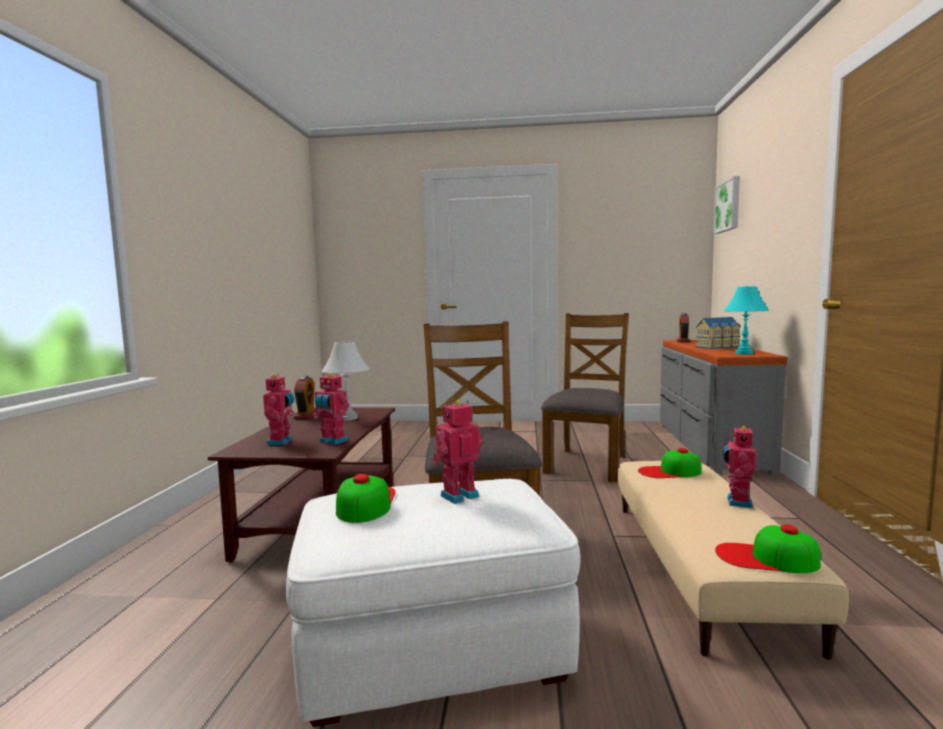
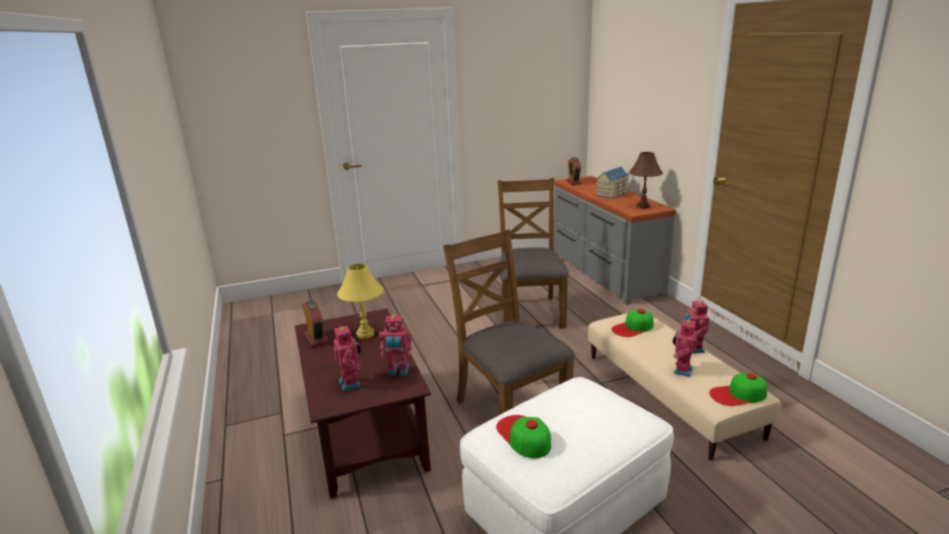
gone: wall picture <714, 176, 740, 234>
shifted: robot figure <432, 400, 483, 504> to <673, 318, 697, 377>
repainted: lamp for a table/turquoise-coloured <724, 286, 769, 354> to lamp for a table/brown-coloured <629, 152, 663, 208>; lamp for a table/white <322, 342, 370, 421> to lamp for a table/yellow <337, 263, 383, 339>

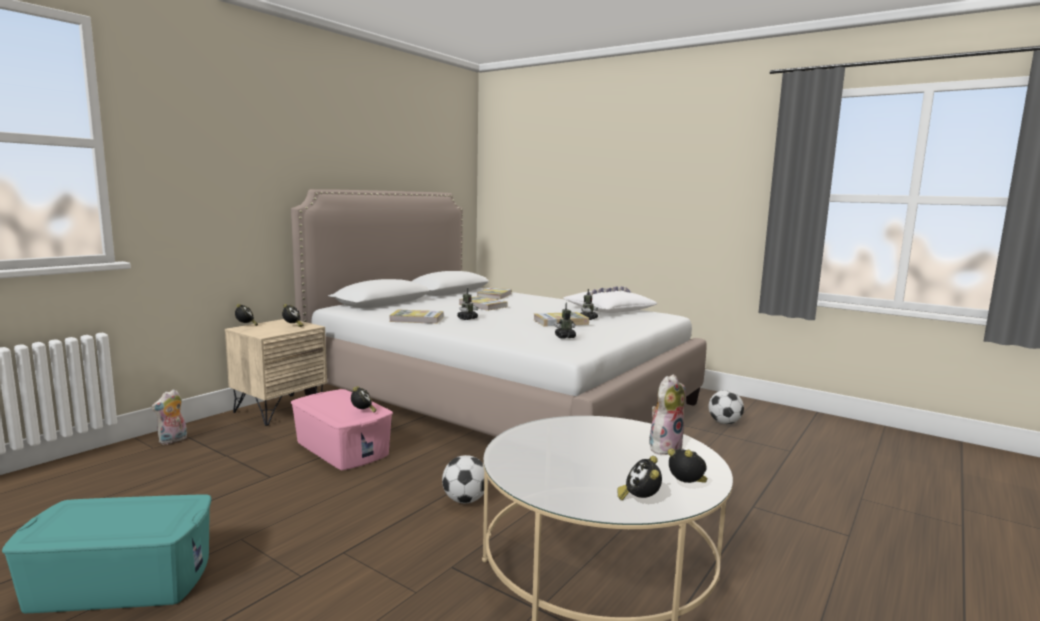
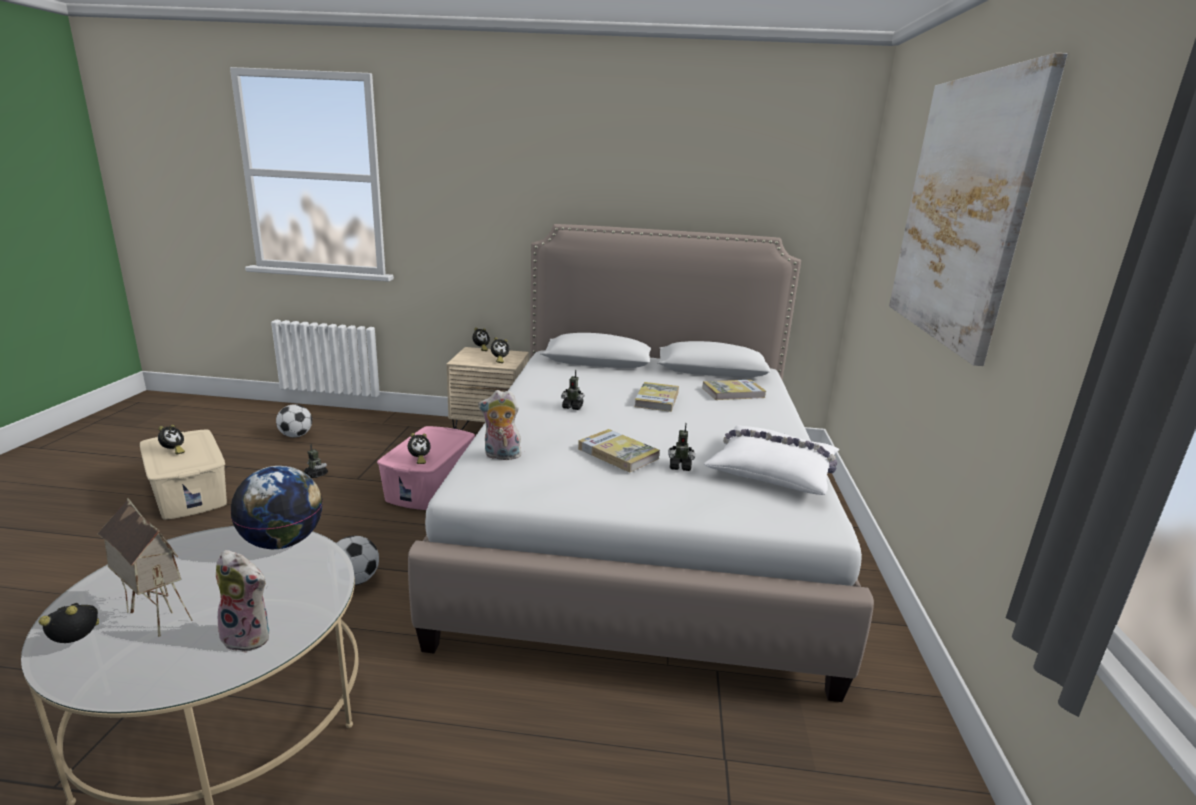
gone: bound book <389, 310, 443, 324>
new: wall picture <889, 53, 1068, 366>; desk globe <231, 466, 323, 549>; miniature house <98, 498, 193, 637>
shifted: robot figure <554, 303, 576, 339> to <304, 444, 328, 478>; soft toy <151, 389, 187, 445> to <478, 390, 523, 460>; football ball <708, 390, 744, 424> to <276, 404, 312, 437>; table clock <668, 448, 707, 483> to <158, 425, 185, 454>
repainted: storage bin/turquoise-coloured <2, 495, 211, 613> to storage bin/beige-coloured <140, 429, 227, 520>

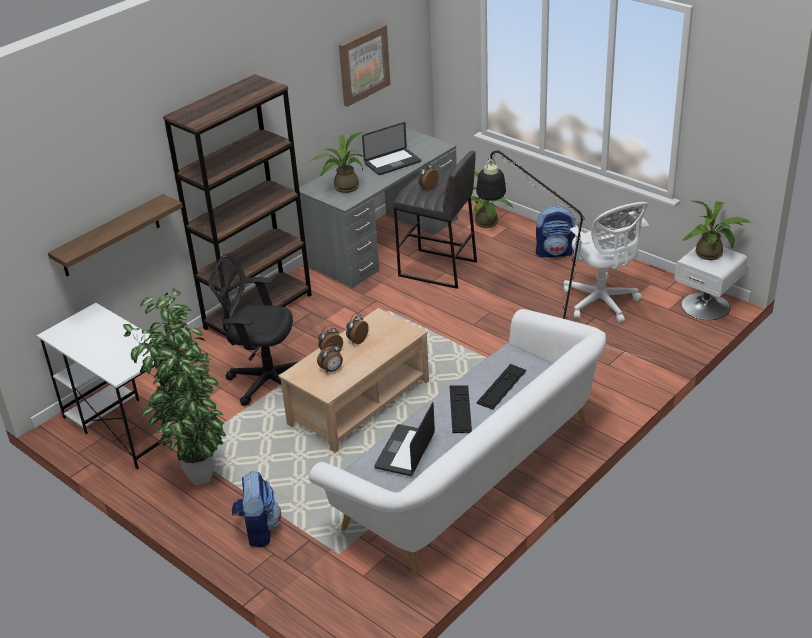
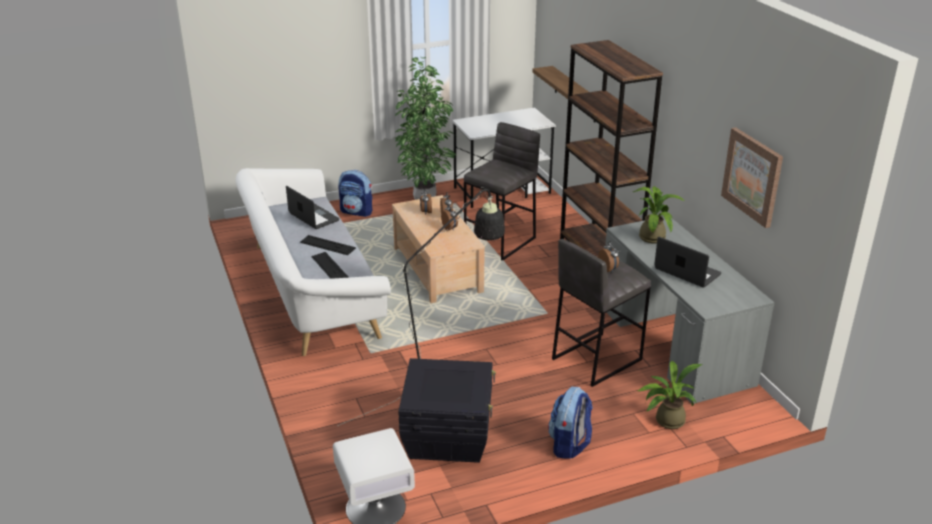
gone: potted plant <683, 201, 751, 260>
swapped: desk chair/white <563, 202, 649, 323> to storage bin/black-coloured <398, 358, 496, 463>; desk chair/black-coloured <208, 254, 299, 406> to sitting stool/grey <464, 122, 540, 261>
rotated: notebook computer <362, 122, 421, 175> = <654, 237, 721, 288> 135 degrees clockwise

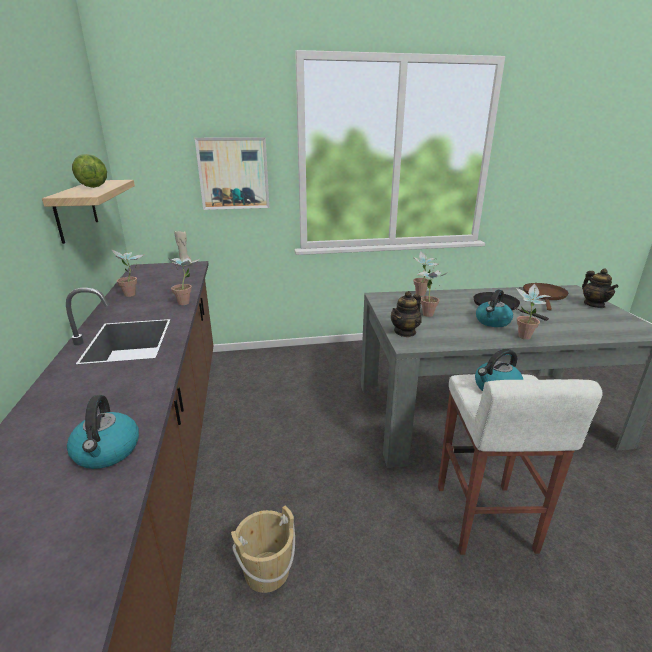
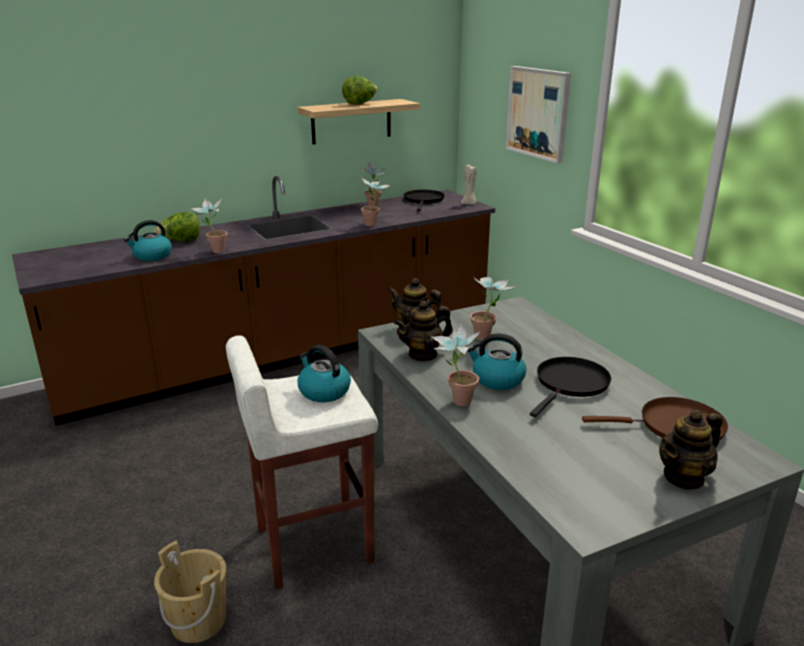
new: pan/black-coloured <404, 190, 445, 211>; head of lettuce <154, 212, 200, 242>; tea pot <394, 301, 453, 361>
shifted: potted plant <412, 251, 438, 296> to <190, 199, 228, 253>; bucket/beige-coloured <231, 506, 295, 593> to <154, 541, 226, 643>

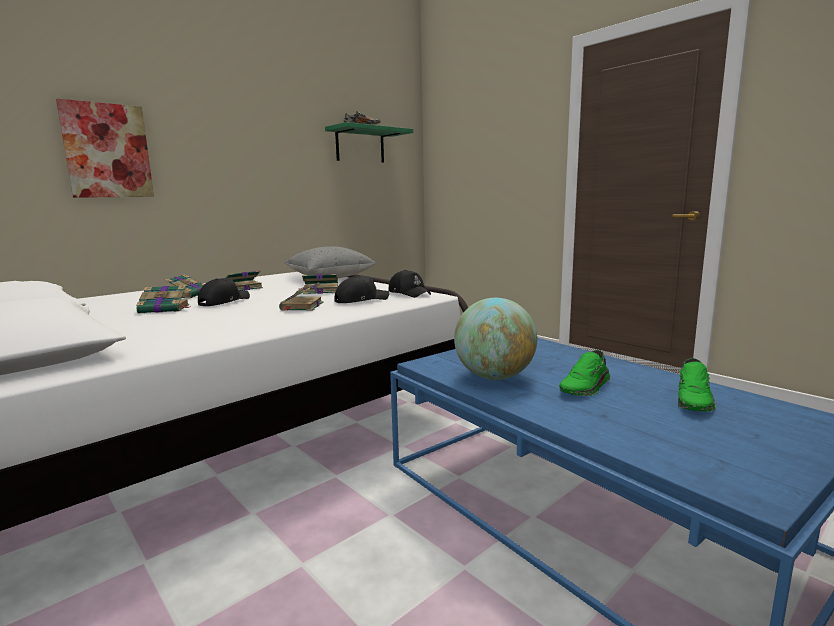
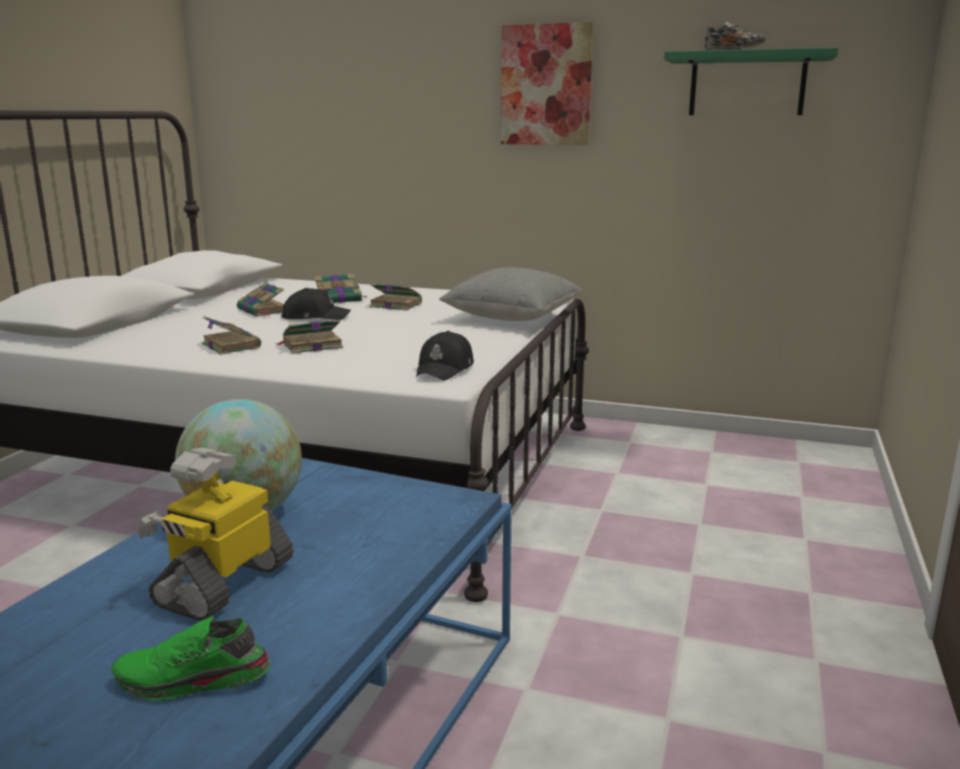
gone: cap/black-coloured <335, 276, 389, 303>
shifted: wall picture <56, 98, 154, 198> to <501, 22, 594, 145>; bound book <298, 274, 338, 294> to <202, 316, 261, 355>
swapped: item of footwear/greenish <559, 350, 610, 396> to robot figure <136, 448, 294, 621>

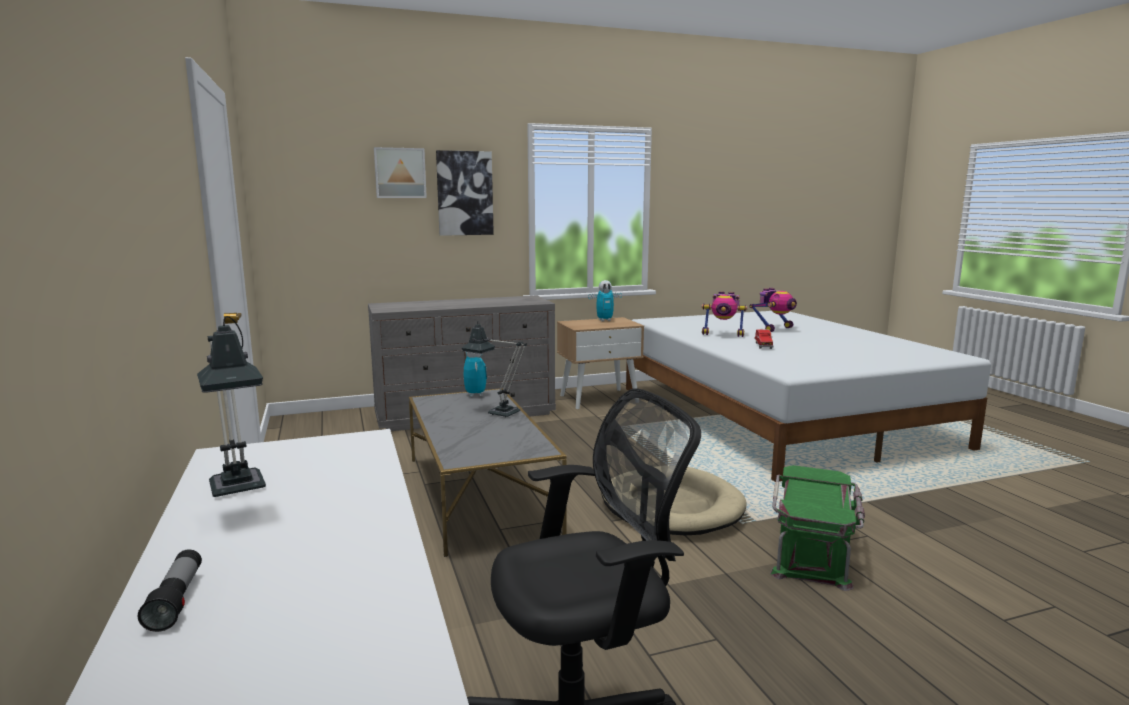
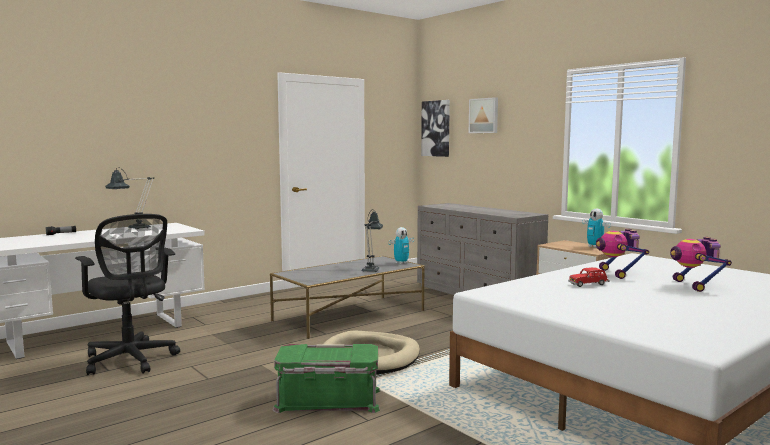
shifted: wall picture <436, 150, 494, 236> to <421, 100, 450, 157>
rotated: robot figure <749, 288, 797, 332> = <670, 237, 732, 292> 60 degrees clockwise

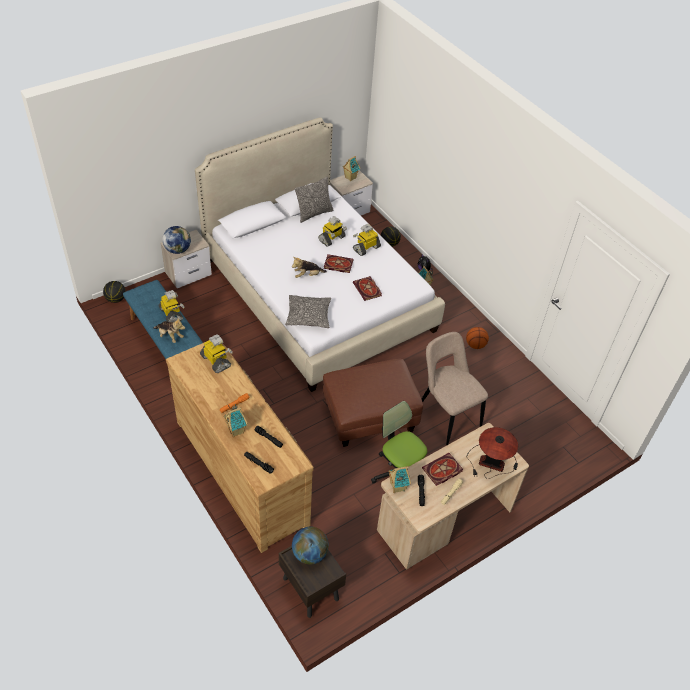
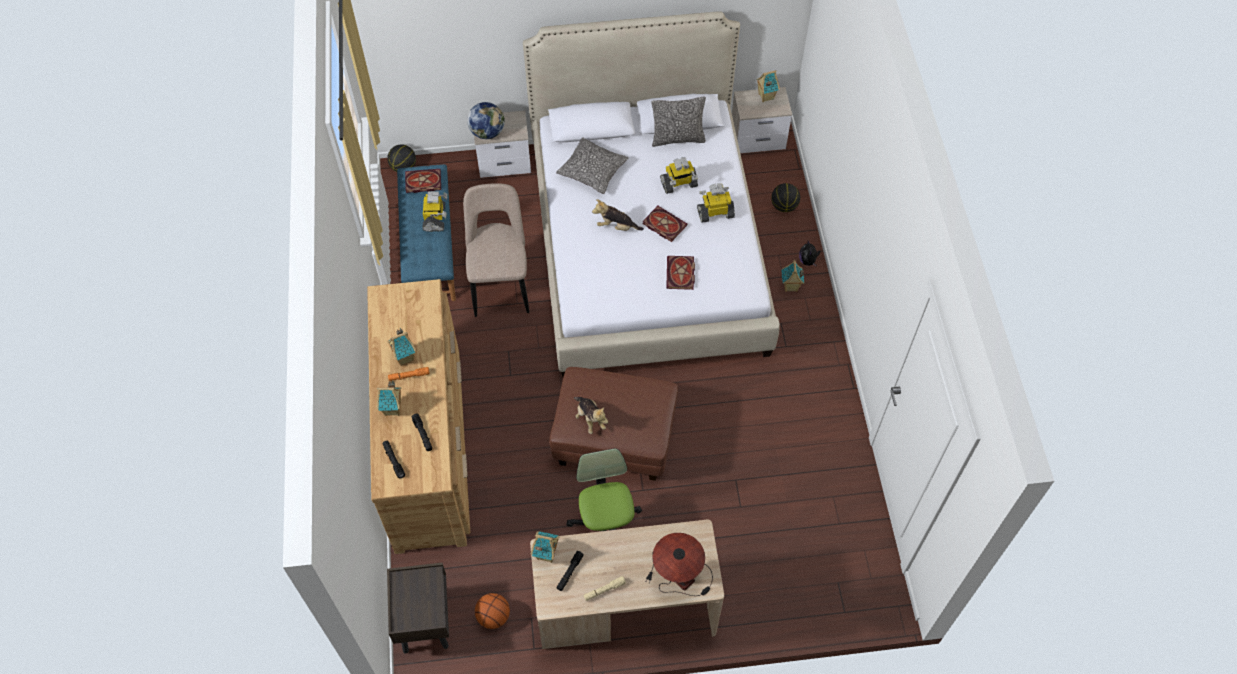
gone: robot figure <200, 334, 233, 373>; desk globe <292, 527, 329, 564>
new: miniature house <387, 328, 416, 366>
shifted: throw pillow <285, 295, 331, 328> to <556, 137, 629, 194>; soft toy <153, 318, 185, 343> to <574, 397, 608, 434>; ball for basketball <466, 327, 489, 349> to <475, 593, 510, 629>; upright chair/beige-coloured <422, 332, 488, 445> to <463, 183, 529, 317>; bound book <422, 453, 463, 486> to <405, 169, 441, 193>

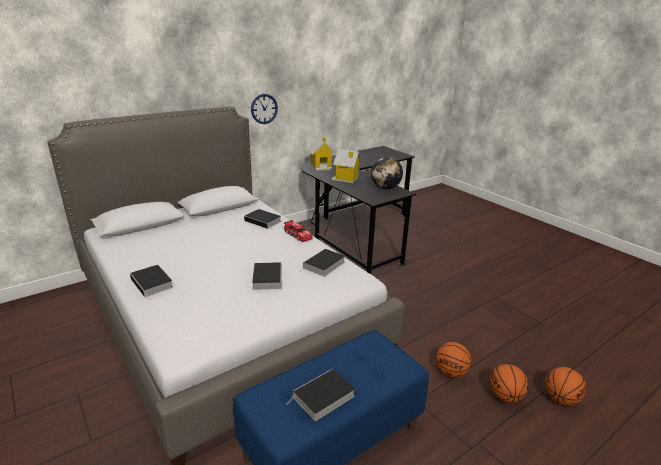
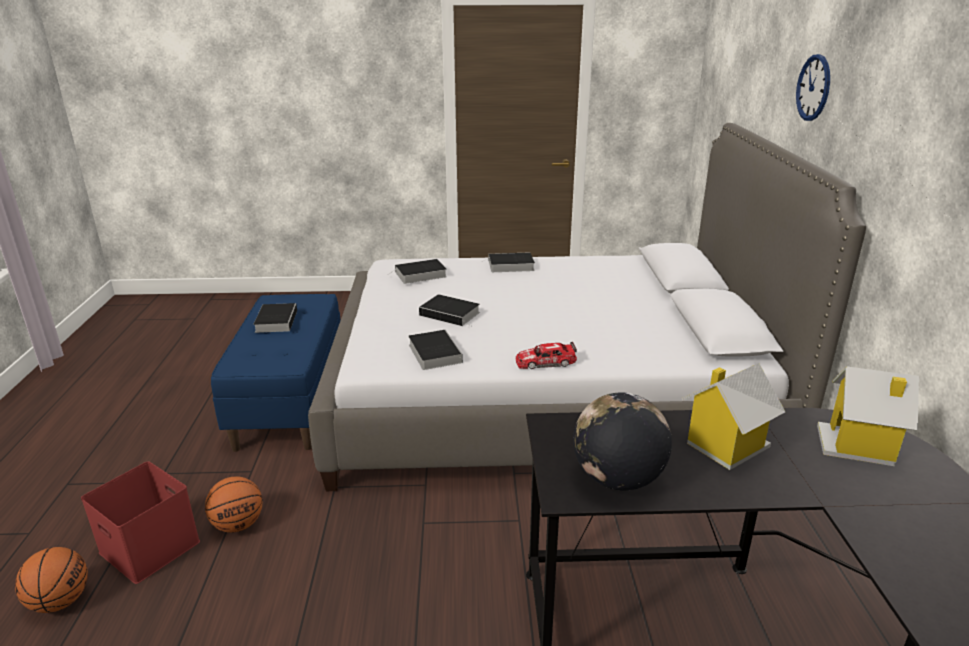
shifted: hanging clock <251, 94, 278, 124> to <796, 54, 830, 121>; bound book <244, 209, 281, 229> to <389, 259, 447, 284>
swapped: ball for basketball <489, 364, 529, 403> to storage bin/red-coloured <81, 461, 200, 584>

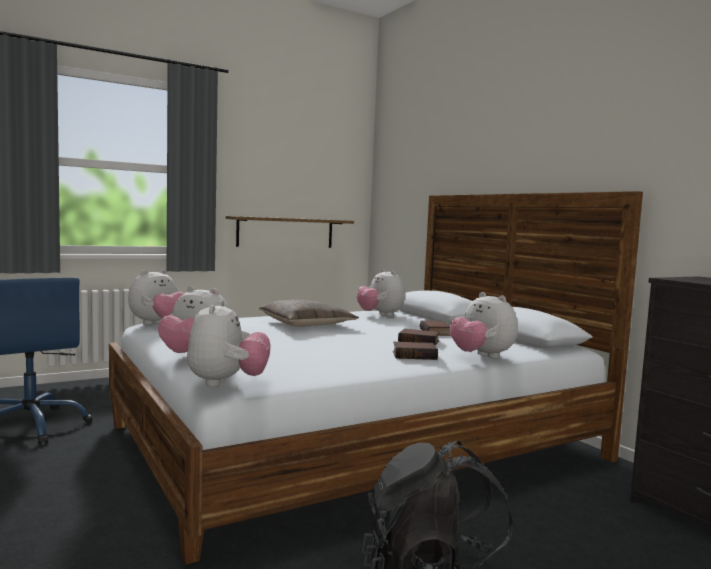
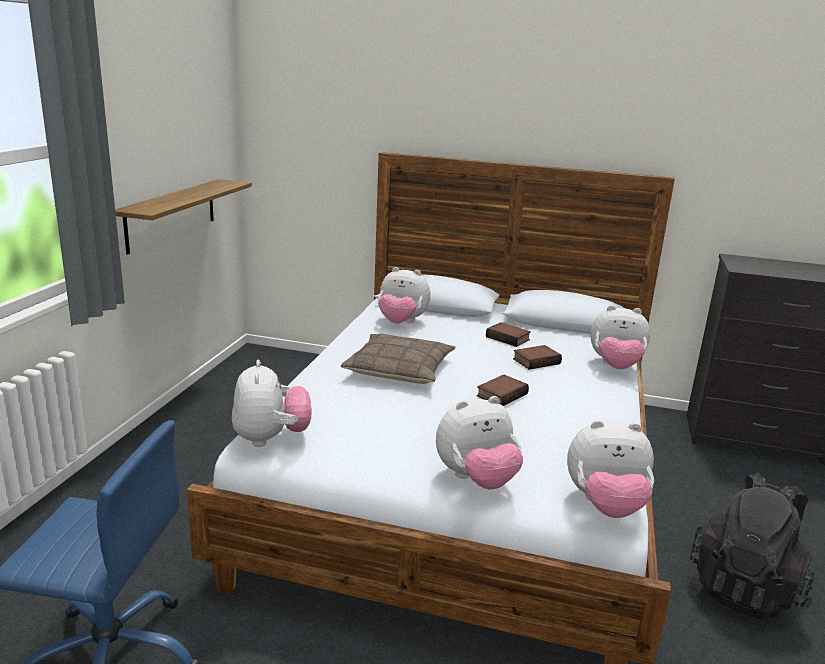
shifted: bound book <393, 342, 438, 360> to <477, 375, 529, 406>
rotated: soft toy <187, 300, 271, 387> = <567, 420, 654, 518> 135 degrees clockwise

